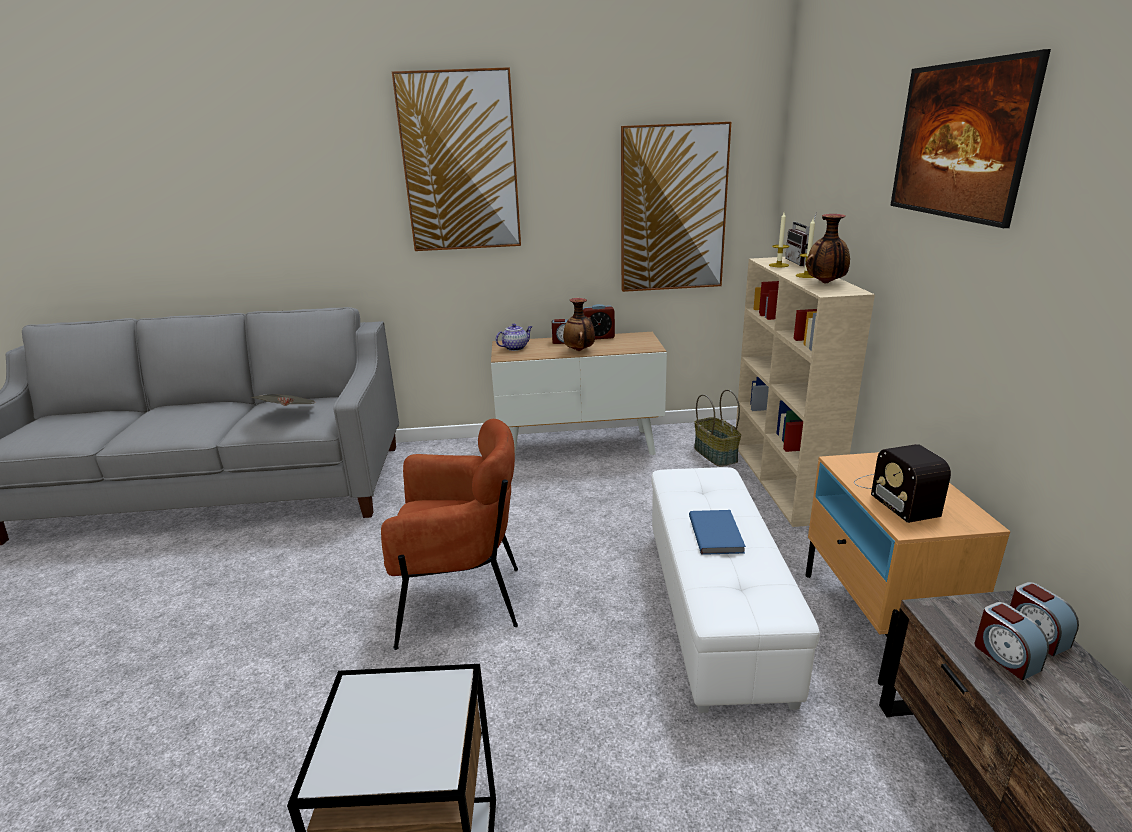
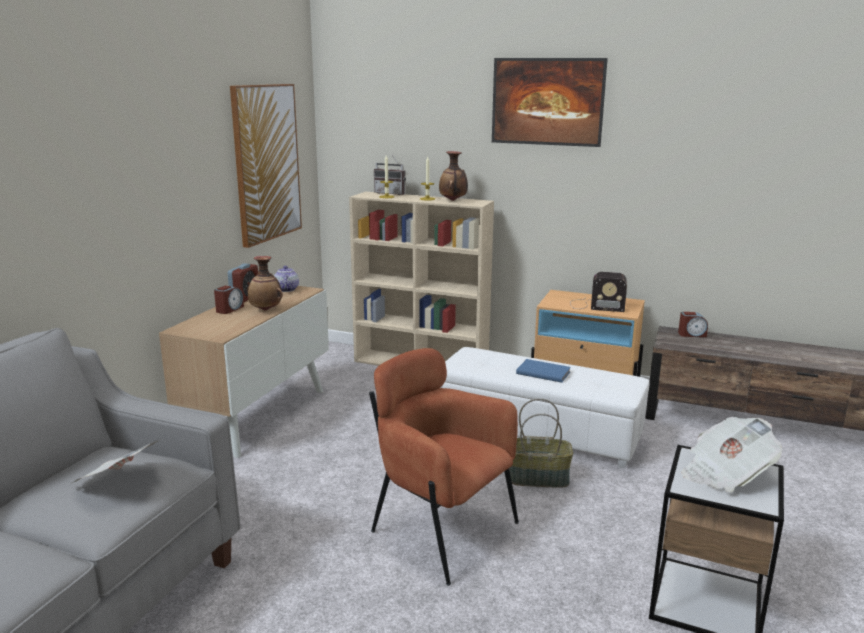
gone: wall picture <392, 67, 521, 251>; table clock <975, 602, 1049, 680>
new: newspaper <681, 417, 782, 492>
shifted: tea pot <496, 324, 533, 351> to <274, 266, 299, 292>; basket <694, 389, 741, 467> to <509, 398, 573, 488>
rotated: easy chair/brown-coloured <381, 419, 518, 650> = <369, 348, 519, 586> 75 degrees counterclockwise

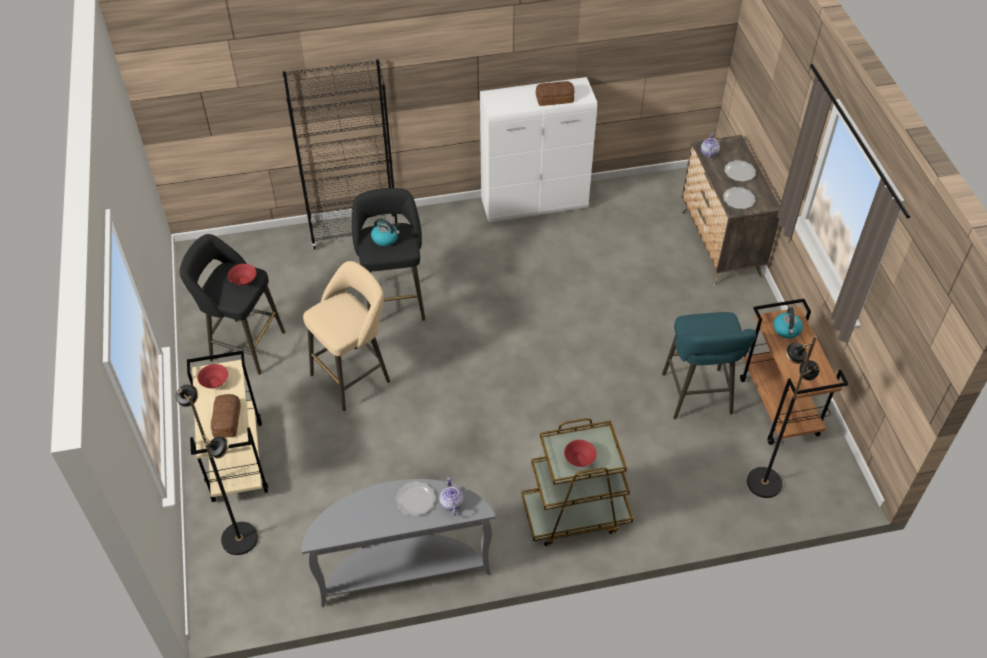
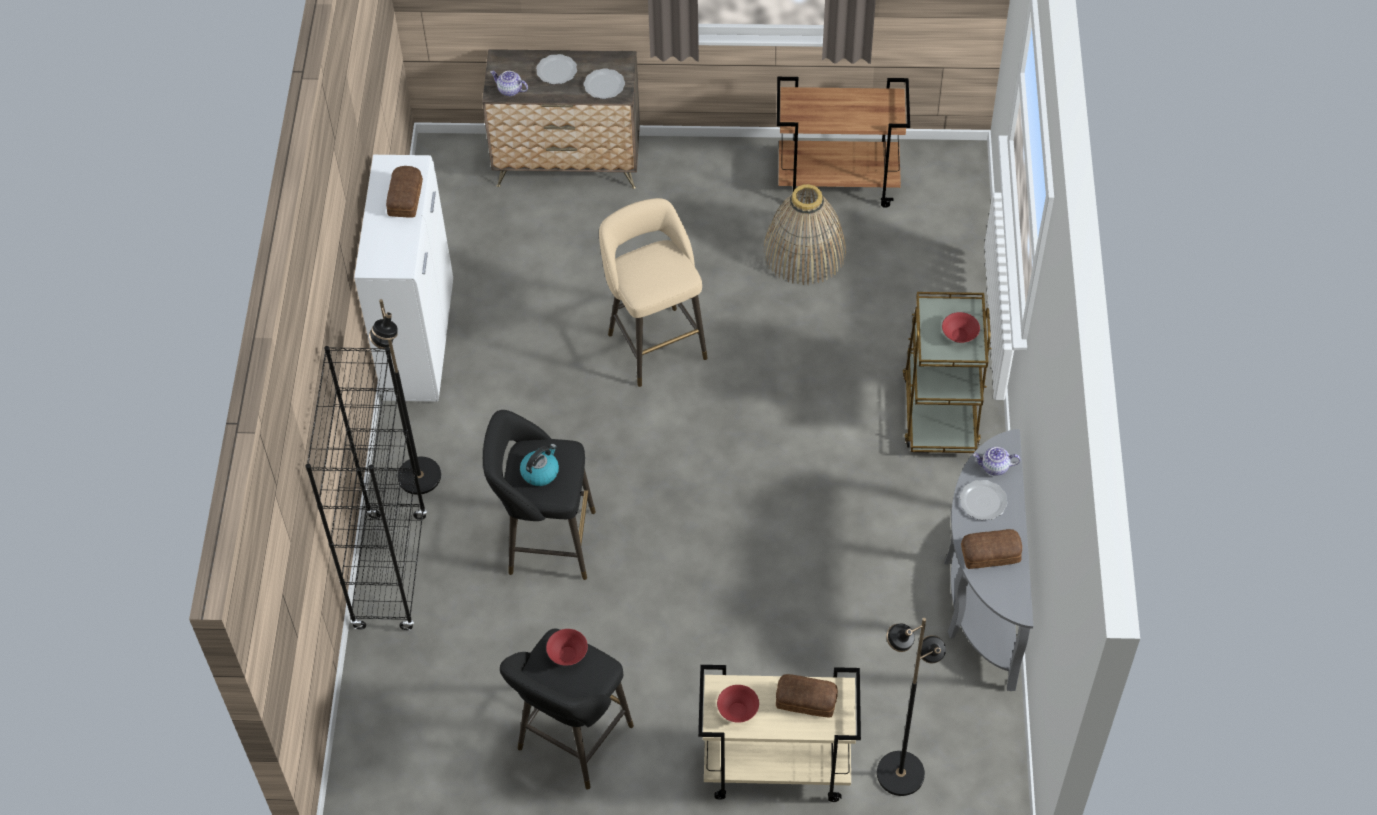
gone: tea kettle <773, 307, 803, 338>
new: bakery bread <961, 529, 1022, 569>
shifted: sitting stool/beige-coloured <303, 261, 390, 411> to <599, 198, 708, 387>; standing lamp/black-coloured <747, 336, 819, 498> to <369, 299, 441, 495>
swapped: sitting stool/turquoise-coloured <662, 312, 756, 419> to basket <763, 184, 846, 285>

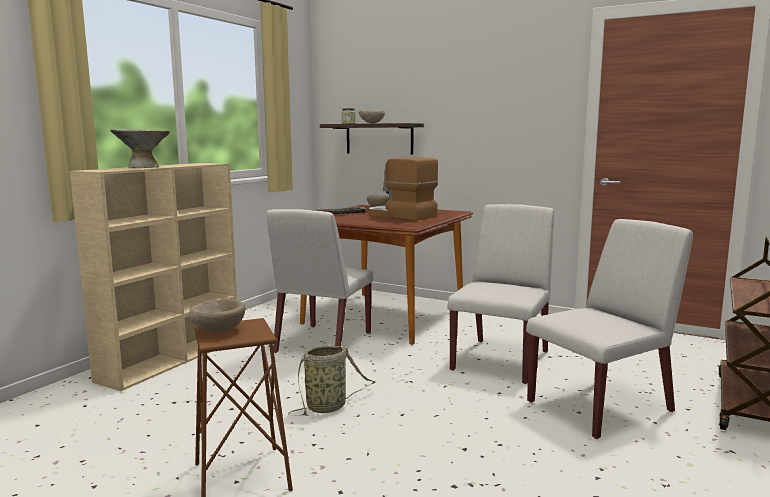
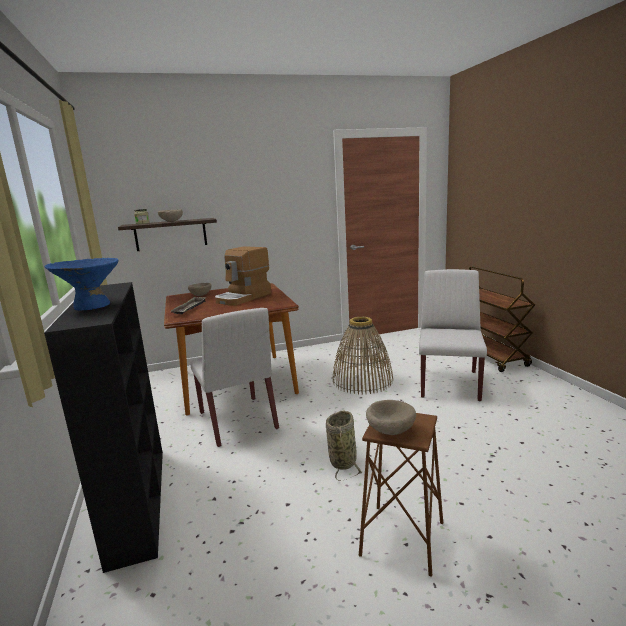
swapped: upright chair/white <447, 204, 554, 384> to basket <332, 317, 393, 395>
repainted: deep dish/grey <110, 129, 170, 168> to deep dish/blue <44, 258, 119, 310>; bookcase/beige-coloured <70, 163, 237, 391> to bookcase/black-coloured <44, 282, 163, 573>
rotated: coffee maker <369, 157, 438, 221> = <215, 246, 271, 306> 45 degrees counterclockwise

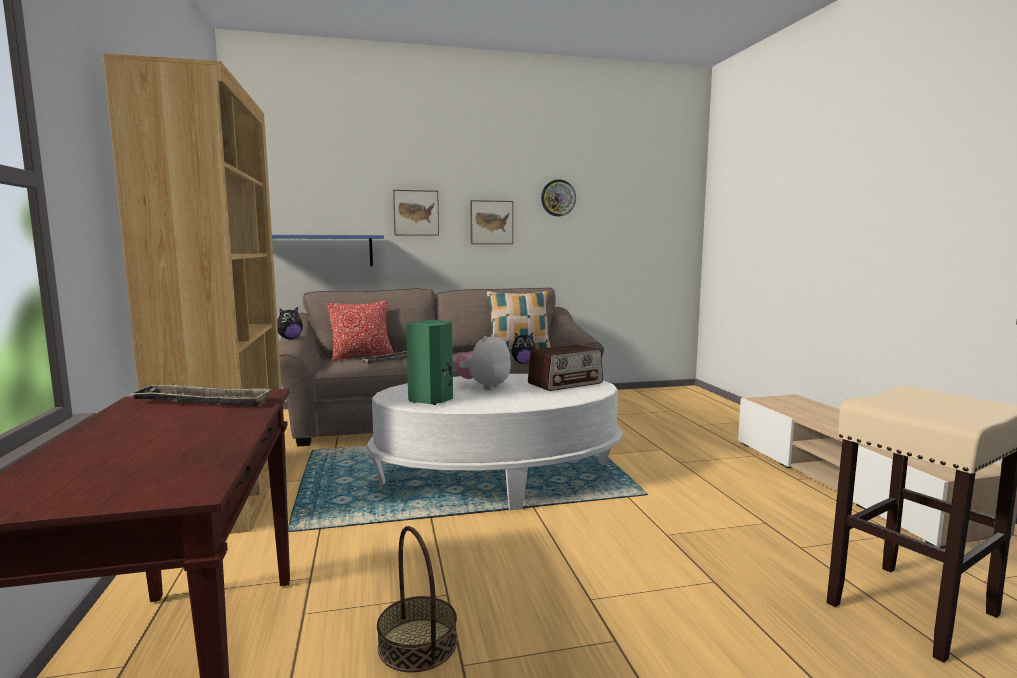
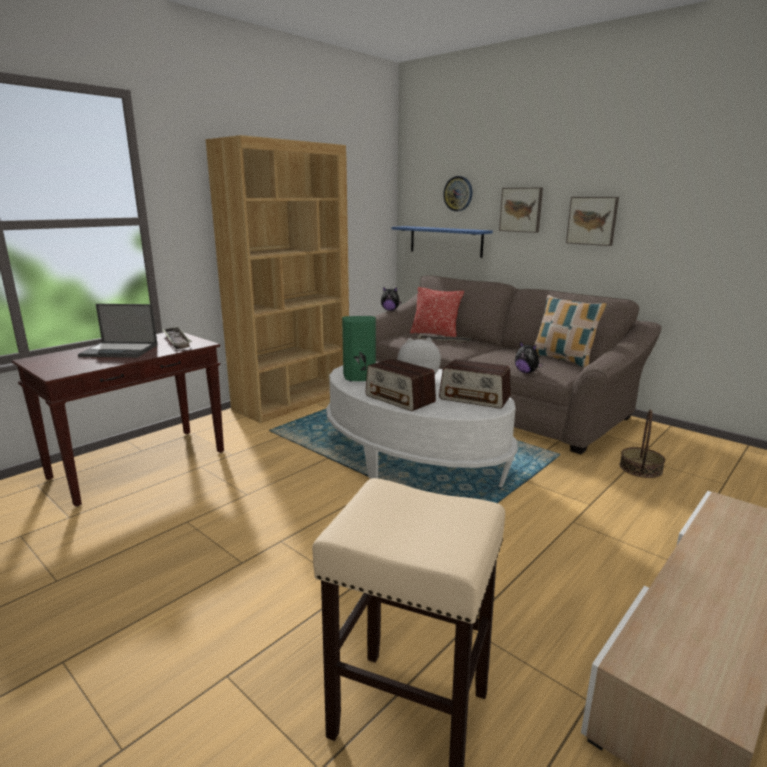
new: notebook computer <78, 304, 158, 358>; radio set <365, 359, 436, 411>
shifted: hanging clock <541, 179, 576, 216> to <443, 176, 472, 211>; basket <377, 526, 457, 672> to <619, 409, 665, 478>

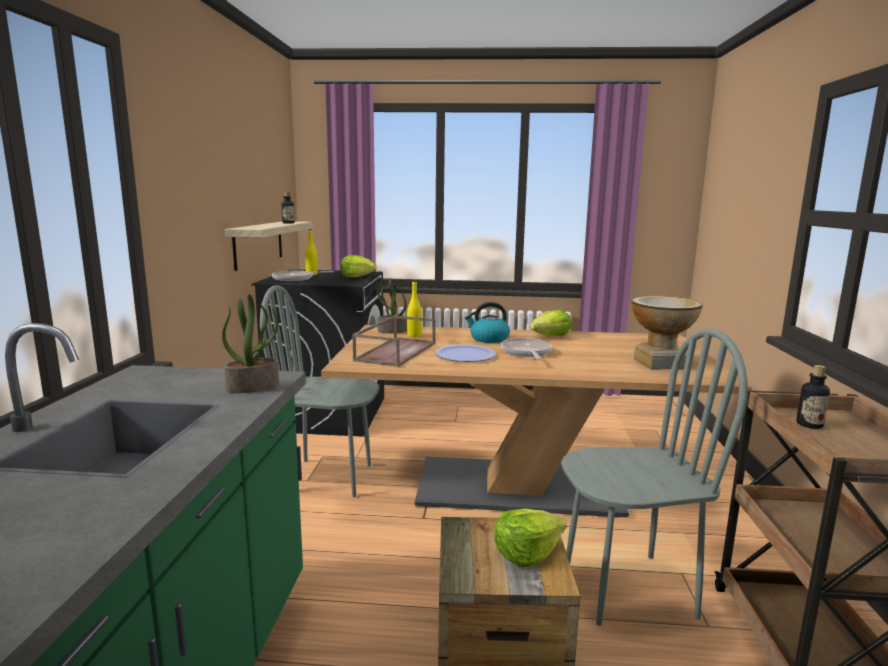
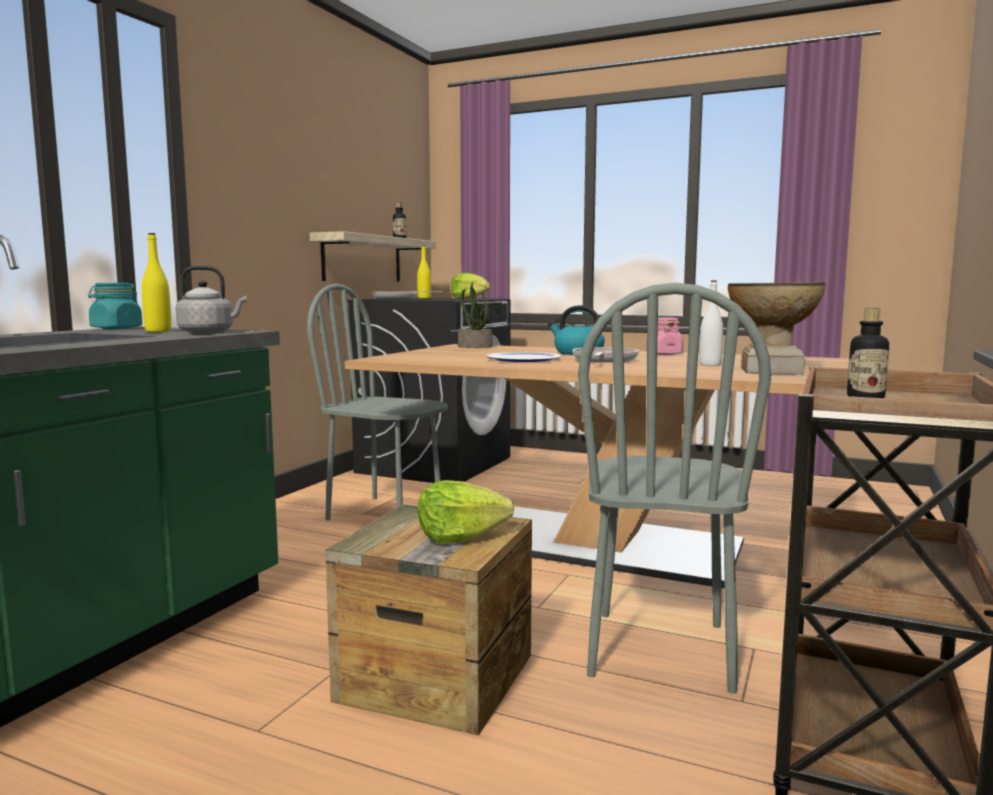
gone: serving tray/brown-coloured <352, 316, 435, 367>
new: bottle/white <699, 280, 723, 366>; jar/turquoise-coloured <88, 283, 143, 329>
shifted: bottle/yellow <407, 281, 422, 337> to <142, 233, 171, 332>
swapped: potted plant <222, 294, 279, 393> to tea kettle/grey <176, 266, 247, 334>; head of lettuce <530, 310, 571, 336> to jar/pink <646, 317, 684, 355>
rotated: upright chair/grey <561, 329, 748, 626> = <578, 283, 771, 693> 90 degrees clockwise

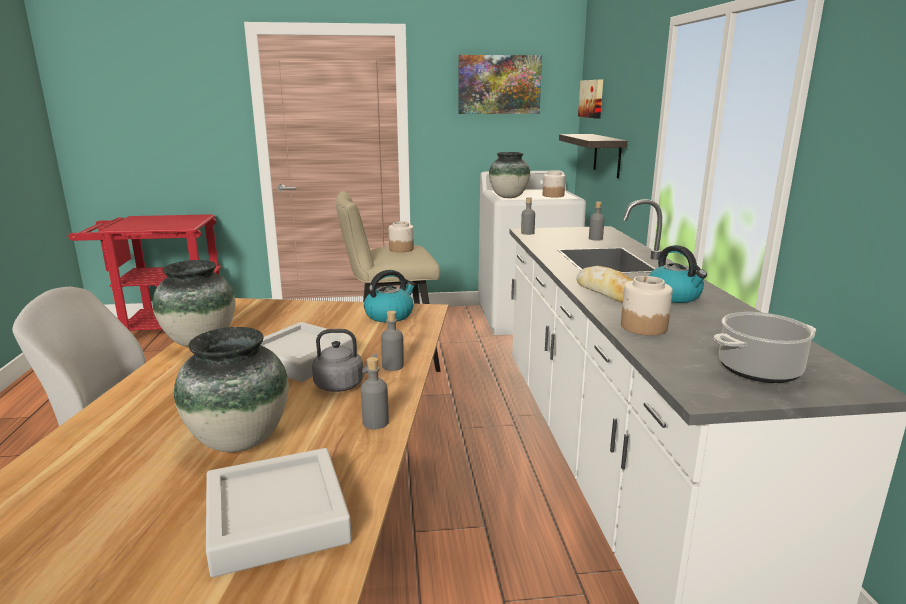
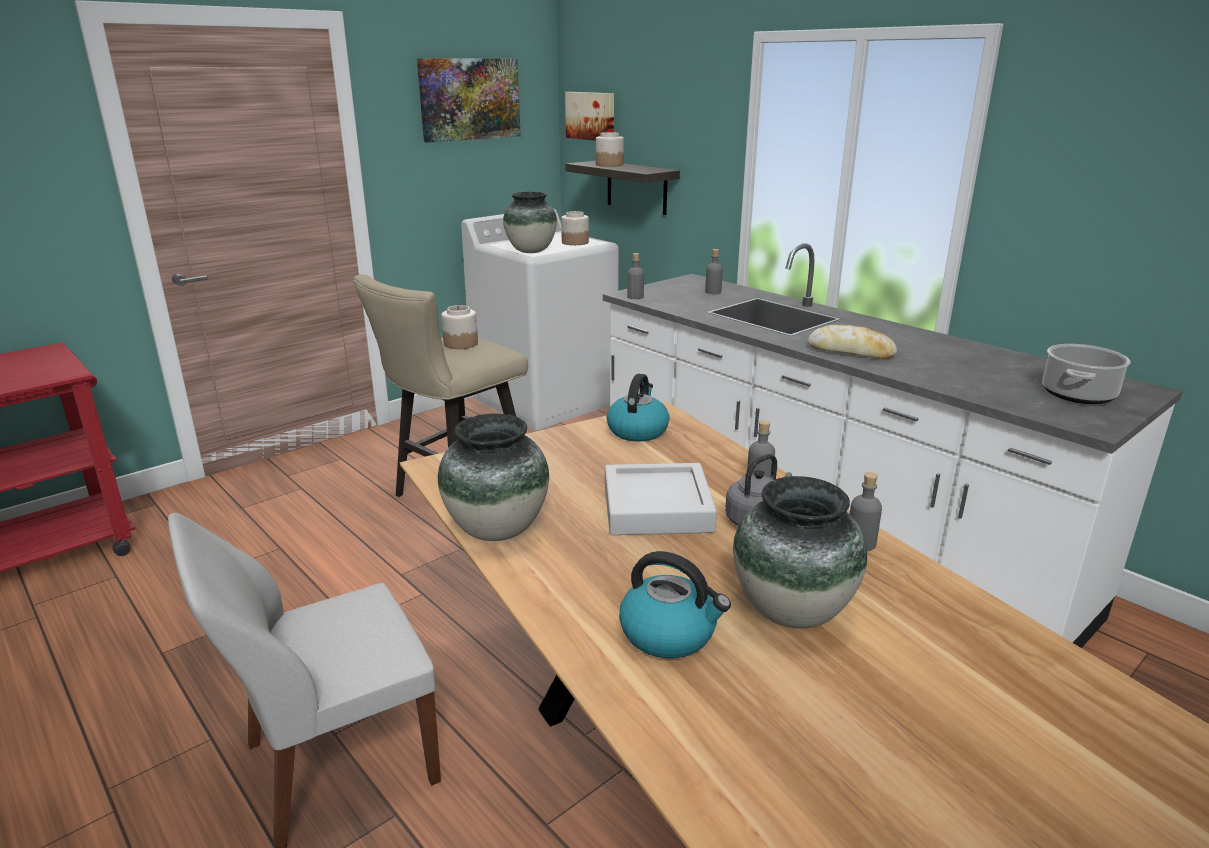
gone: serving tray/grey <206, 448, 352, 577>
shifted: tea kettle <649, 245, 707, 303> to <619, 551, 731, 658>; jar <621, 276, 673, 336> to <596, 132, 624, 167>

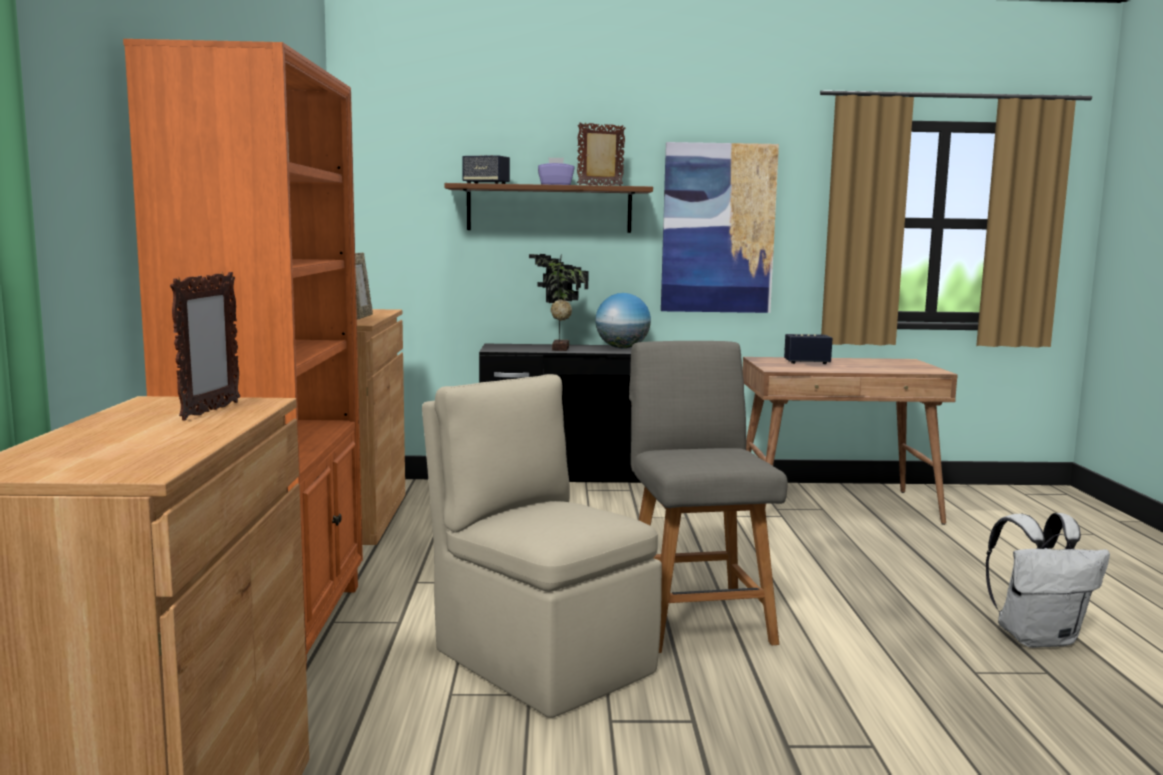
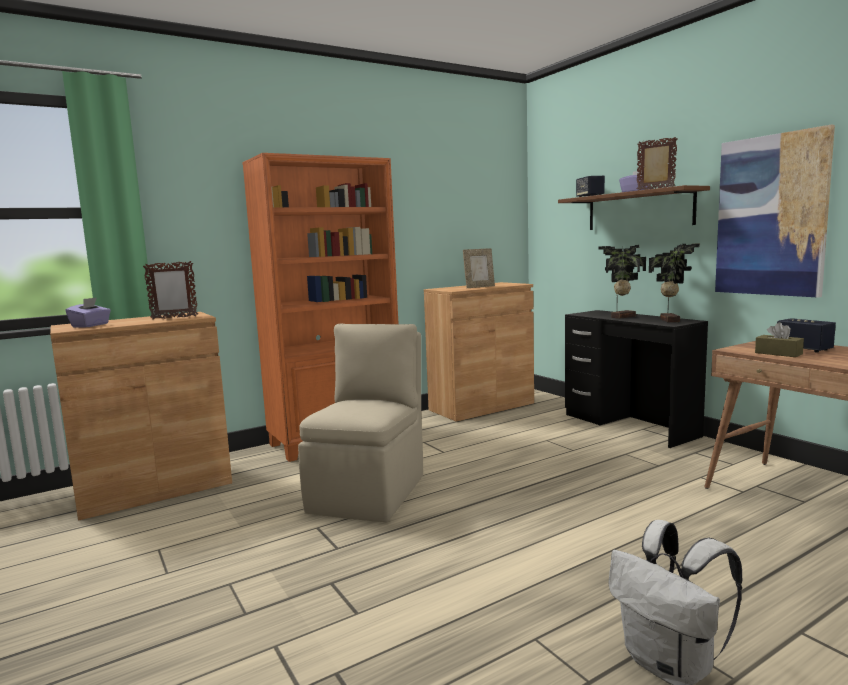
gone: upright chair/grey <629, 341, 788, 653>
new: box of tissues/purplish <66, 297, 111, 327>; box of tissues/brown-coloured <755, 322, 804, 357>
swapped: desk globe <595, 293, 651, 348> to potted plant <649, 243, 700, 322>

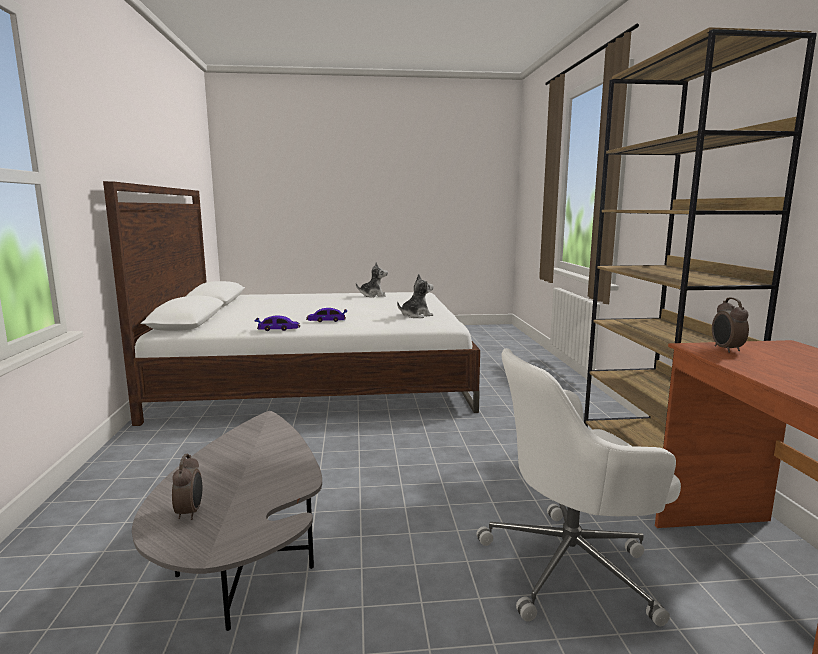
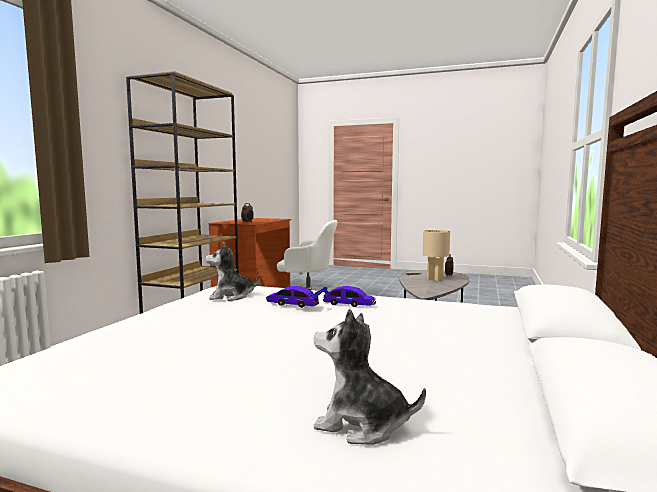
new: lamp for a table/beige-coloured <423, 230, 450, 281>
shifted: soft toy <356, 262, 388, 297> to <314, 309, 426, 444>; miniature car <255, 316, 300, 331> to <266, 286, 322, 308>

